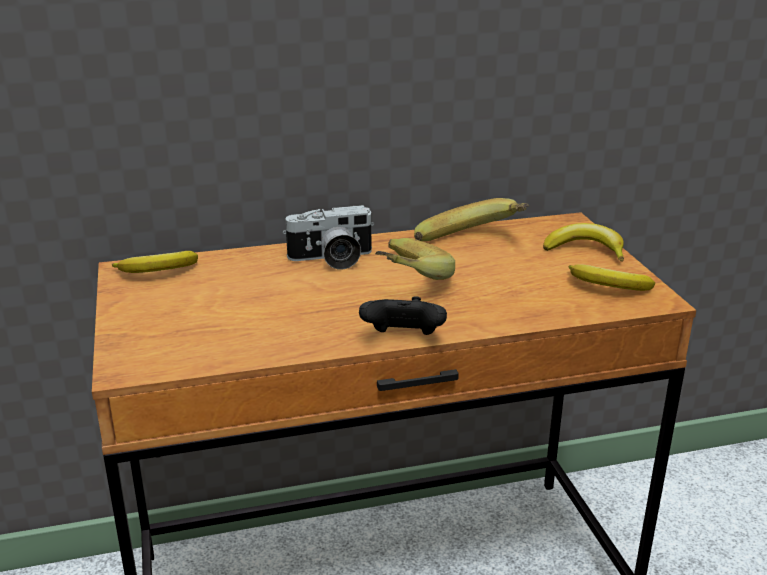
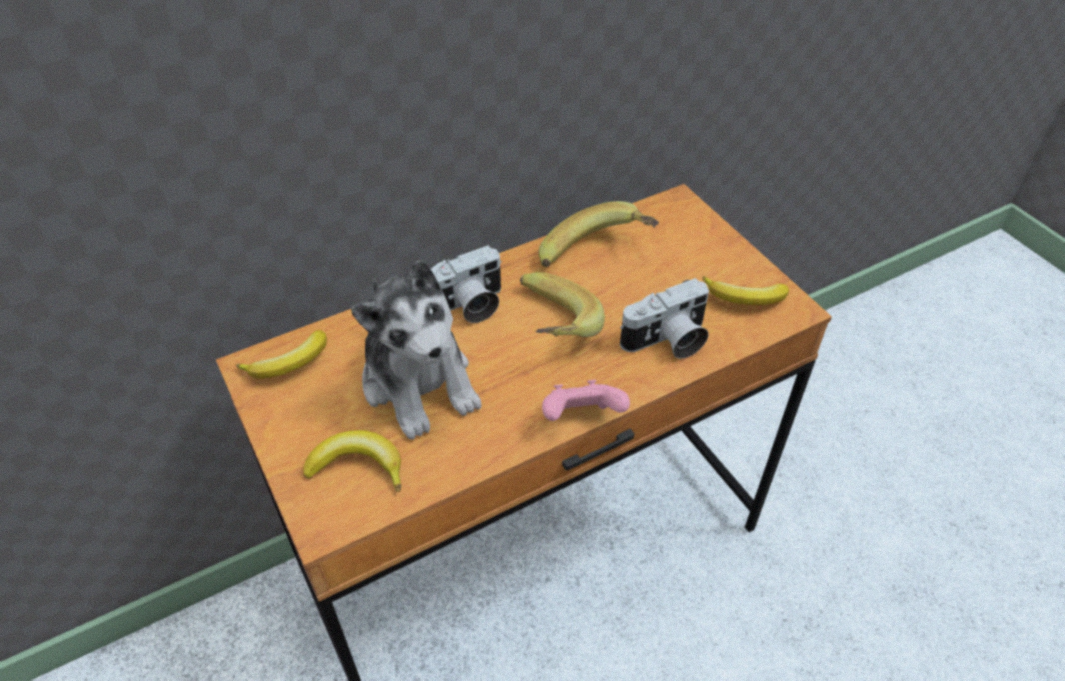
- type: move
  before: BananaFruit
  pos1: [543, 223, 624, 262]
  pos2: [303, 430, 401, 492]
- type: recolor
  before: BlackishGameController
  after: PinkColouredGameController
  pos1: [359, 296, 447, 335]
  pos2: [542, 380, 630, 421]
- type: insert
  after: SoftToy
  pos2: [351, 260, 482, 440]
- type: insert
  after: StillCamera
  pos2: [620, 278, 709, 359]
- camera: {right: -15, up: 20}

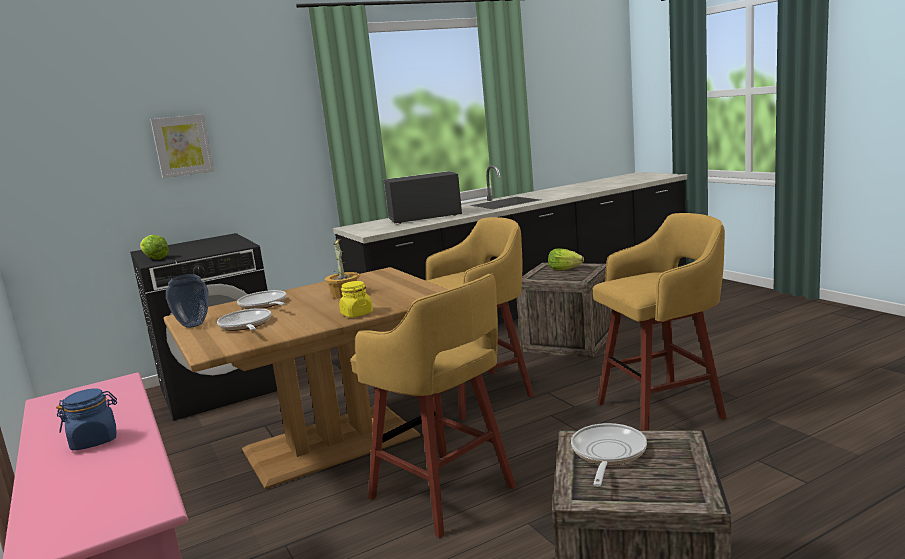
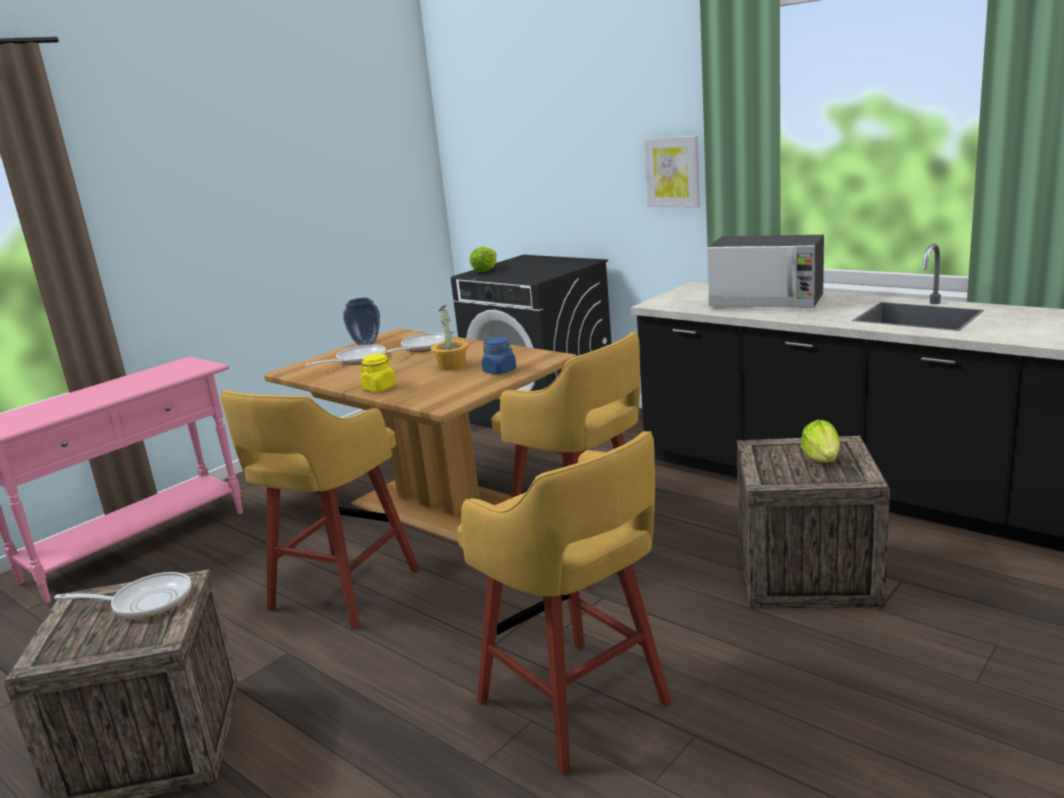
- type: move
  before: Picture
  pos1: [150, 114, 214, 178]
  pos2: [644, 136, 700, 208]
- type: rotate
  before: MicrowaveOven
  pos1: [384, 171, 462, 224]
  pos2: [707, 235, 824, 308]
  turn: 150
- type: move
  before: BlueColouredStorageJar
  pos1: [56, 388, 117, 450]
  pos2: [482, 337, 516, 374]
- camera: {right: 70, up: 5}

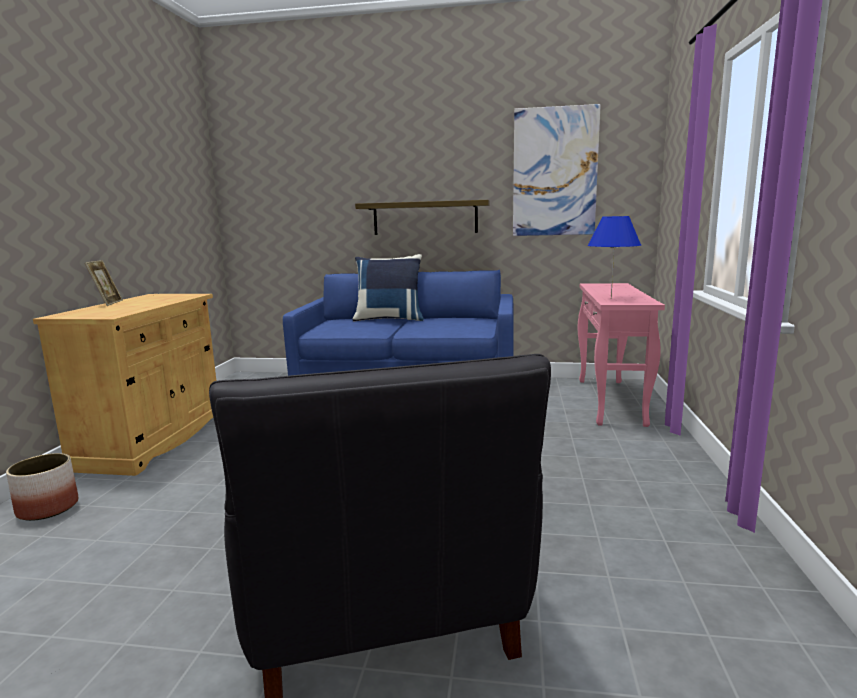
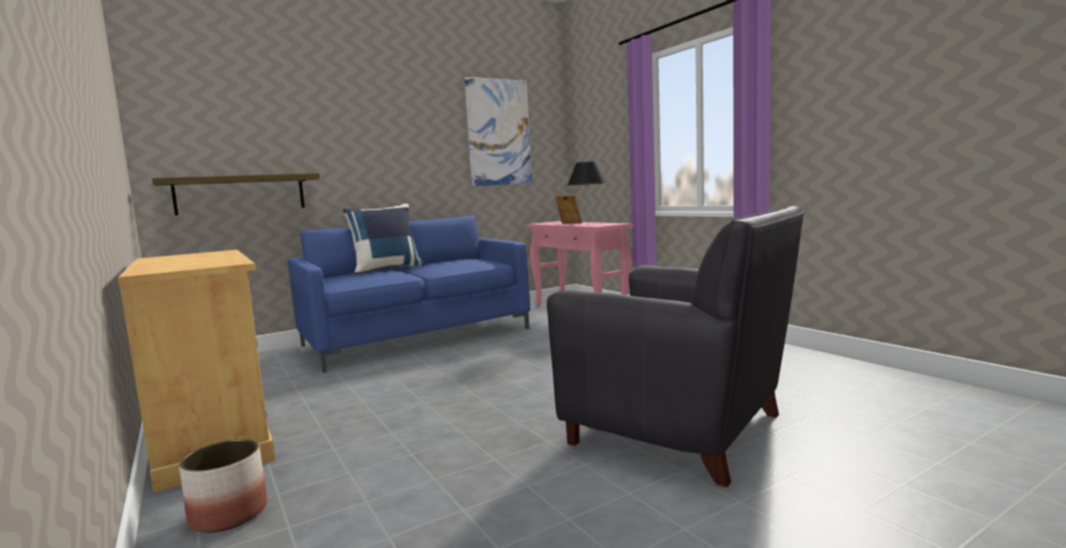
- type: move
  before: WallShelf
  pos1: [355, 200, 489, 235]
  pos2: [152, 173, 320, 215]
- type: recolor
  before: BlueColouredTabletopLamp
  after: BlackishTabletopLamp
  pos1: [587, 216, 641, 299]
  pos2: [568, 162, 606, 225]
- type: move
  before: StandingFrame
  pos1: [85, 260, 123, 306]
  pos2: [555, 194, 582, 224]
- camera: {right: -40, up: -5}

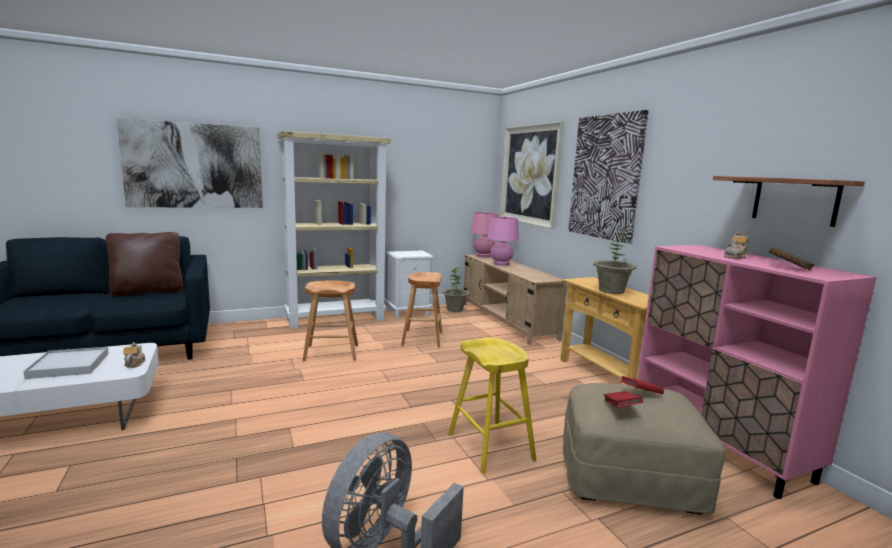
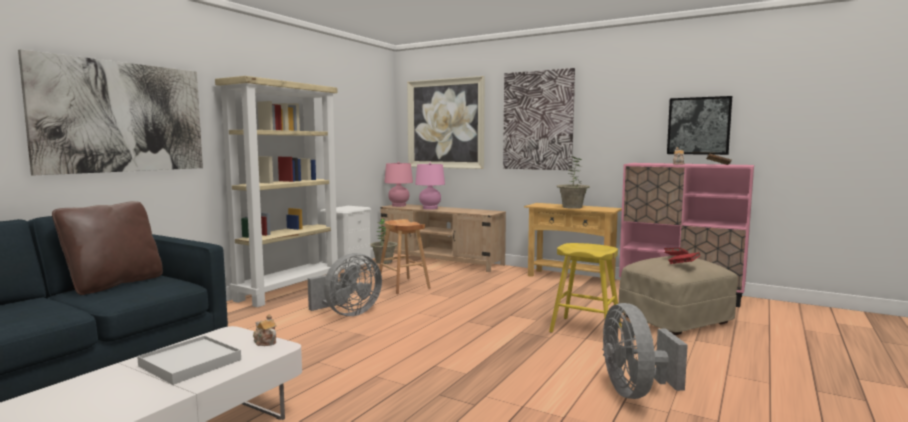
- type: replace
  before: WallShelf
  after: Picture
  pos1: [713, 176, 865, 227]
  pos2: [667, 96, 732, 155]
- type: replace
  before: BrownSittingStool
  after: GreyishFan
  pos1: [303, 280, 358, 361]
  pos2: [308, 253, 382, 316]
- camera: {right: -35, up: -5}

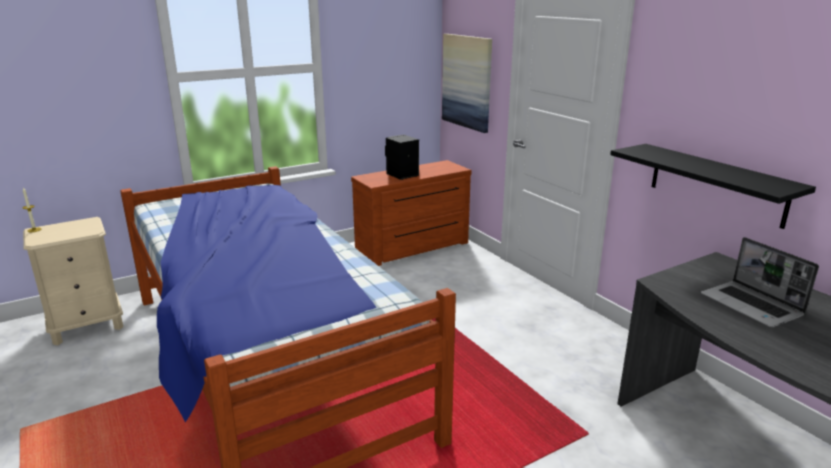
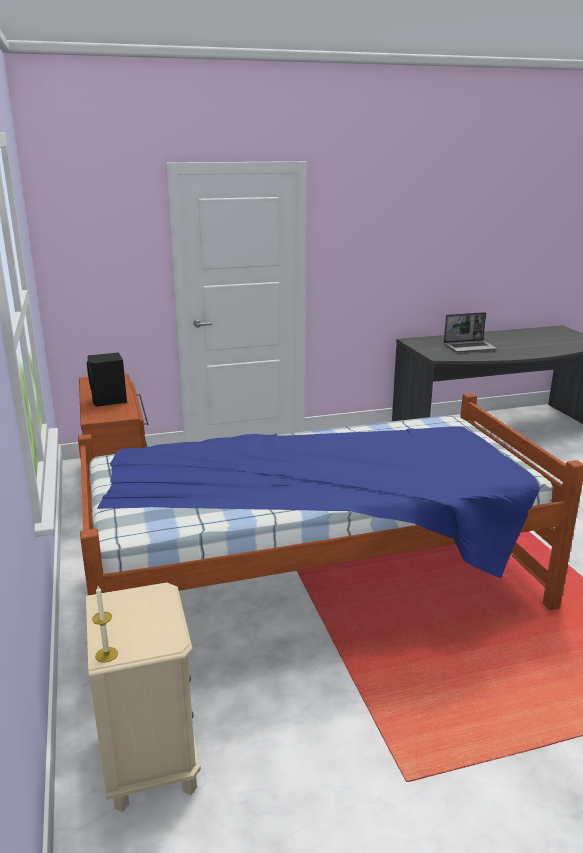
- type: delete
  before: Picture
  pos1: [442, 34, 492, 133]
- type: delete
  before: BlackishWallShelf
  pos1: [610, 144, 816, 229]
- camera: {right: -75, up: 0}

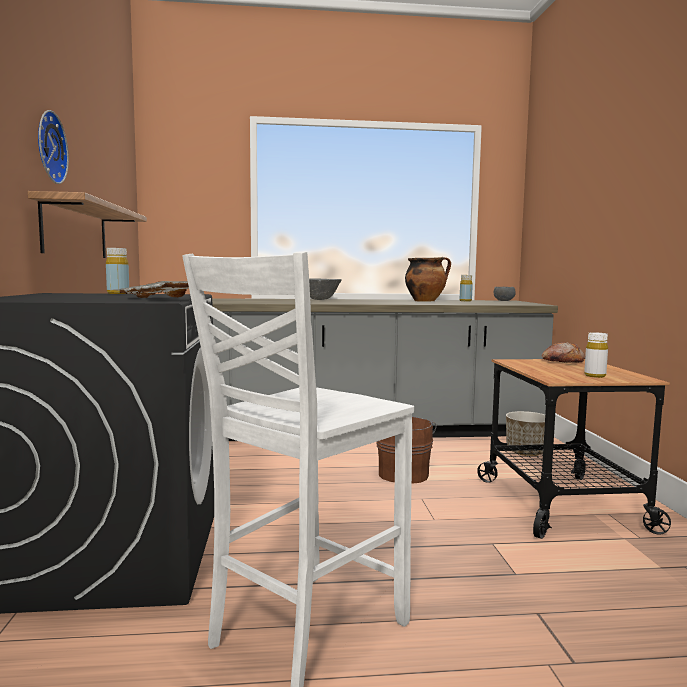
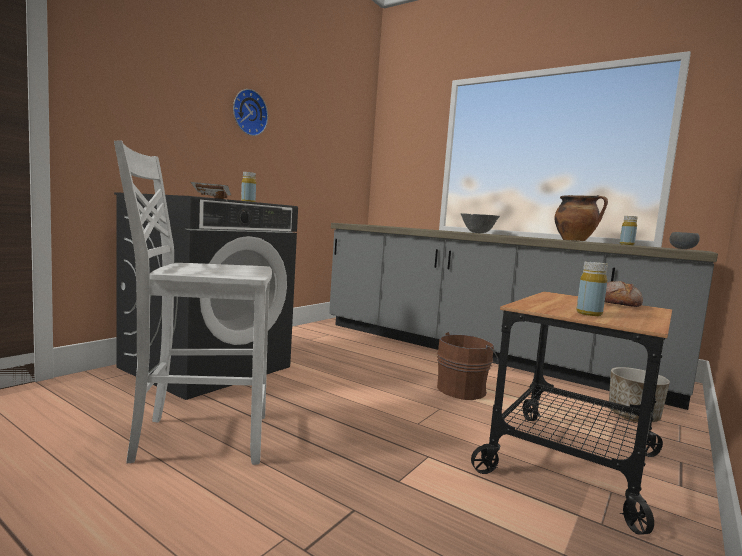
- type: delete
  before: WallShelf
  pos1: [28, 191, 147, 258]
- type: recolor
  before: WhiteDrinkBottle
  after: YellowColouredDrinkBottle
  pos1: [584, 332, 608, 378]
  pos2: [576, 262, 608, 316]
- camera: {right: 40, up: 0}

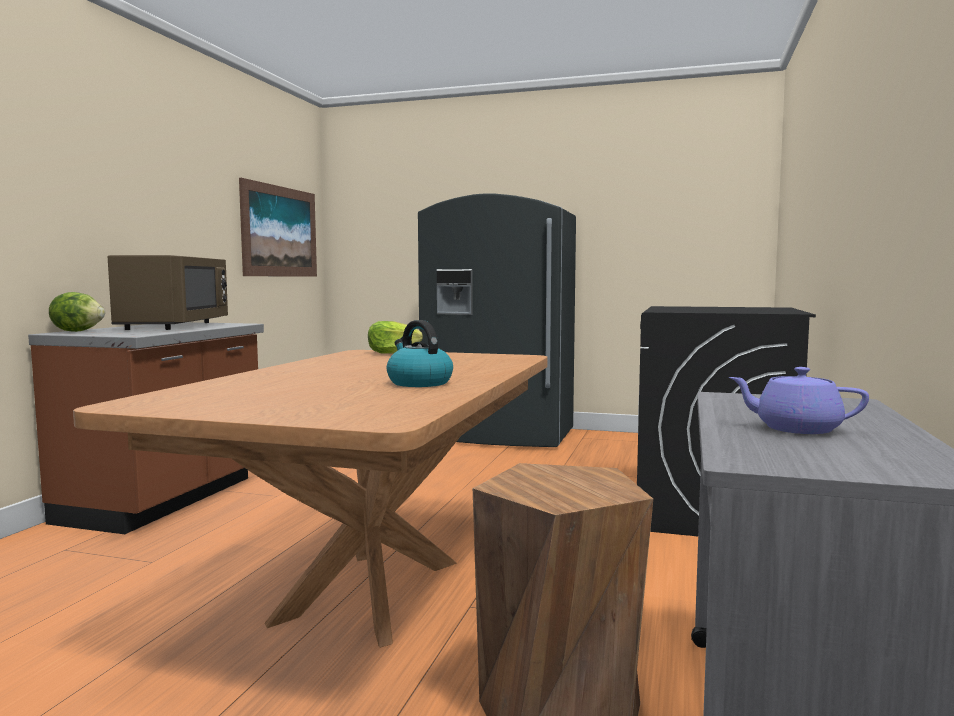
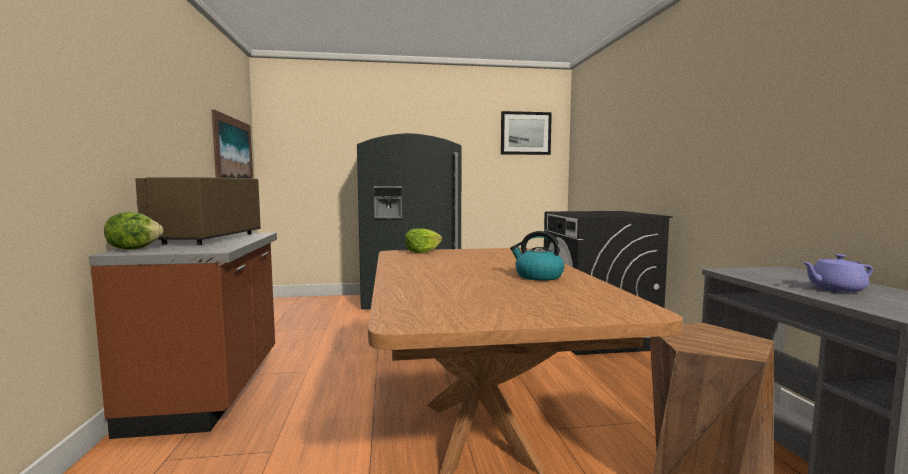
- type: rotate
  before: BrownMicrowaveOven
  pos1: [108, 255, 228, 330]
  pos2: [135, 177, 261, 245]
  turn: -150
- type: insert
  after: Picture
  pos2: [501, 111, 552, 155]
- camera: {right: -25, up: 0}

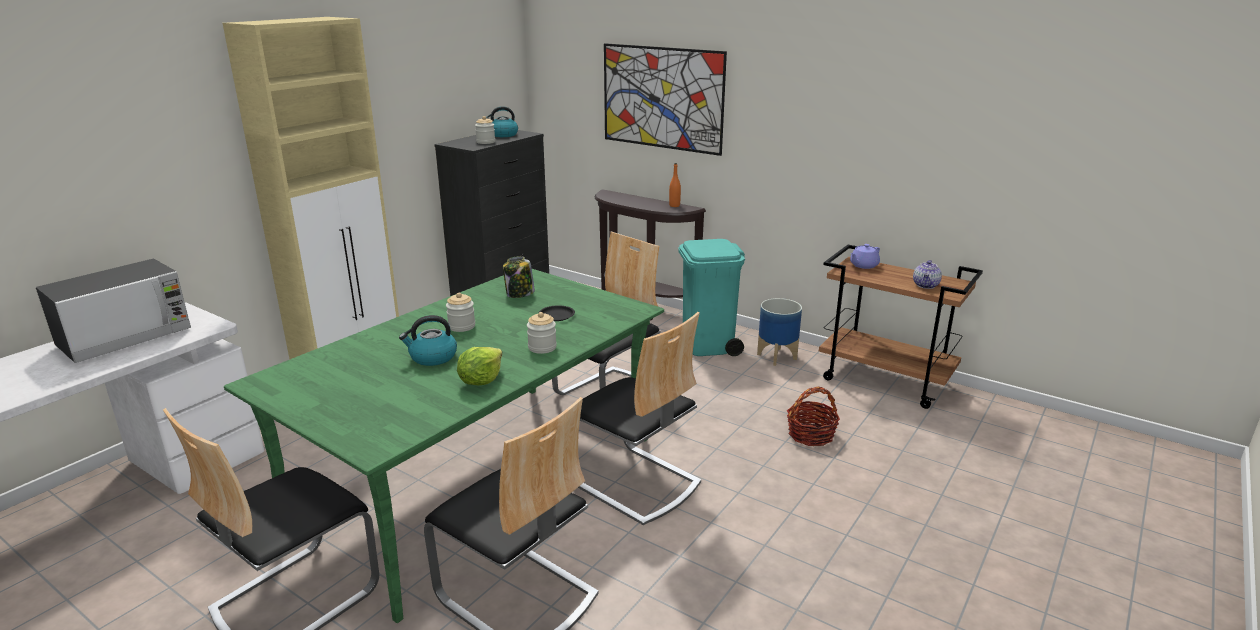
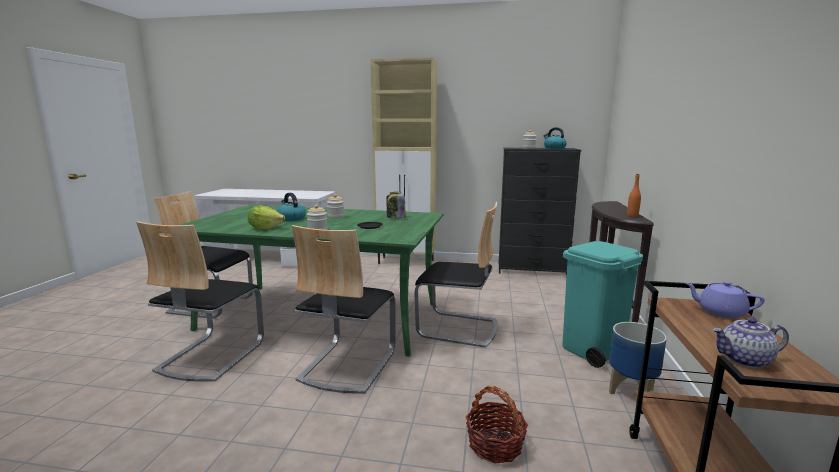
- type: delete
  before: Picture
  pos1: [604, 43, 727, 156]
- type: delete
  before: MicrowaveOven
  pos1: [36, 258, 191, 363]
- camera: {right: 65, up: -10}

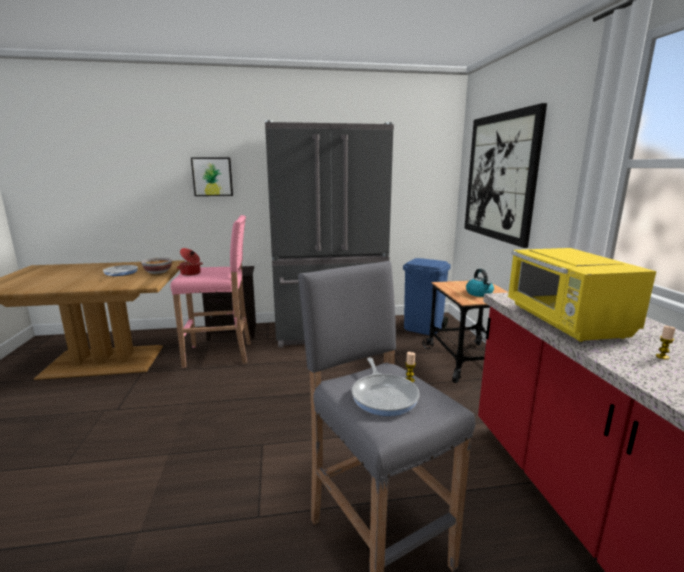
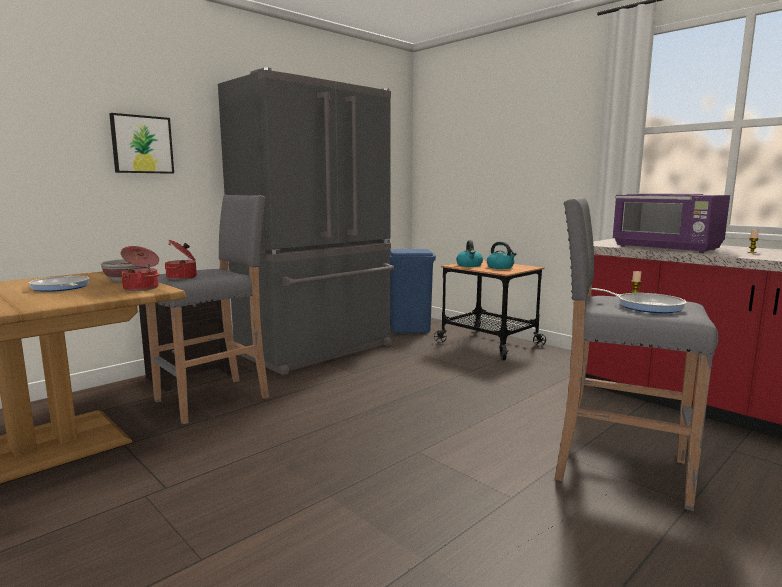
- type: delete
  before: Picture
  pos1: [464, 103, 547, 248]
- type: recolor
  before: PinkColouredSittingStool
  after: GreyishSittingStool
  pos1: [170, 215, 251, 368]
  pos2: [146, 195, 269, 424]
- type: recolor
  before: YellowColouredMicrowaveOven
  after: PurpleColouredMicrowaveOven
  pos1: [507, 248, 656, 342]
  pos2: [612, 193, 730, 253]
- type: insert
  after: WaterKettle
  pos2: [456, 240, 483, 267]
- type: insert
  after: Stockpot
  pos2: [121, 246, 160, 291]
- camera: {right: -35, up: -5}

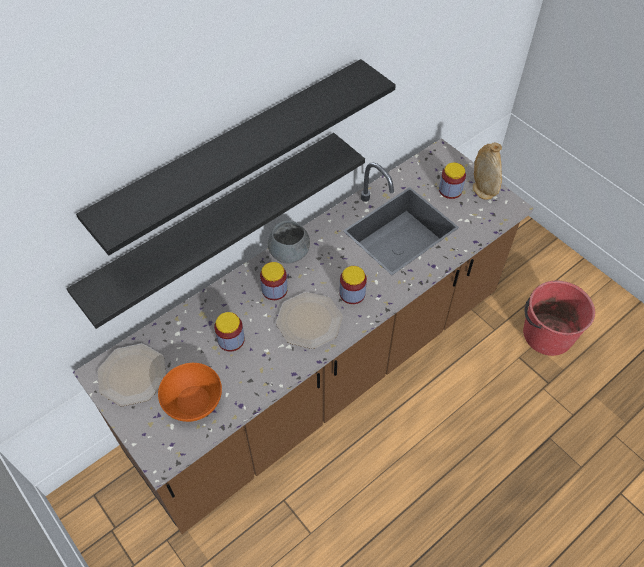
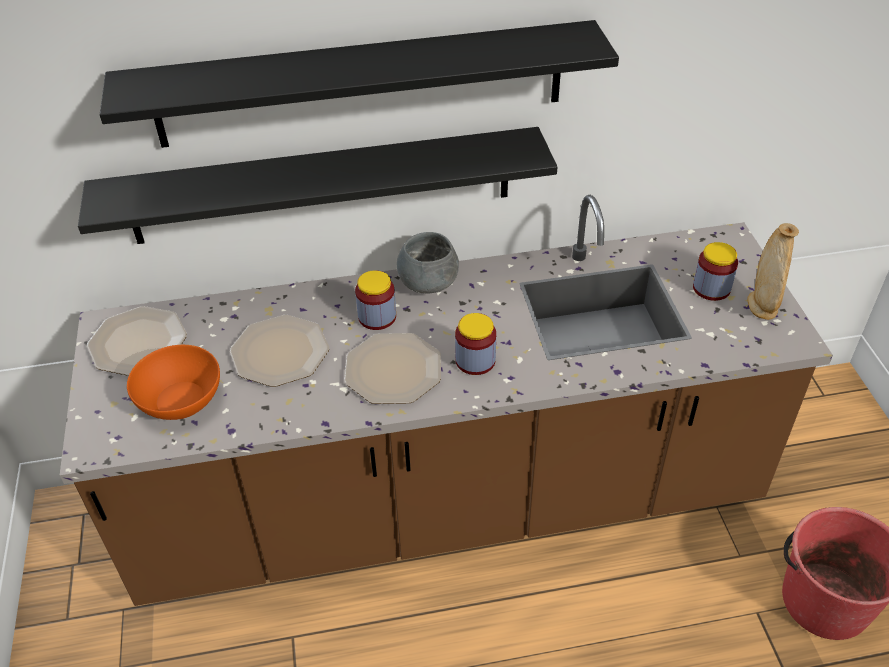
- type: replace
  before: StorageJar
  after: DinnerPlate
  pos1: [214, 312, 245, 351]
  pos2: [230, 315, 329, 387]
- camera: {right: 30, up: -10}

